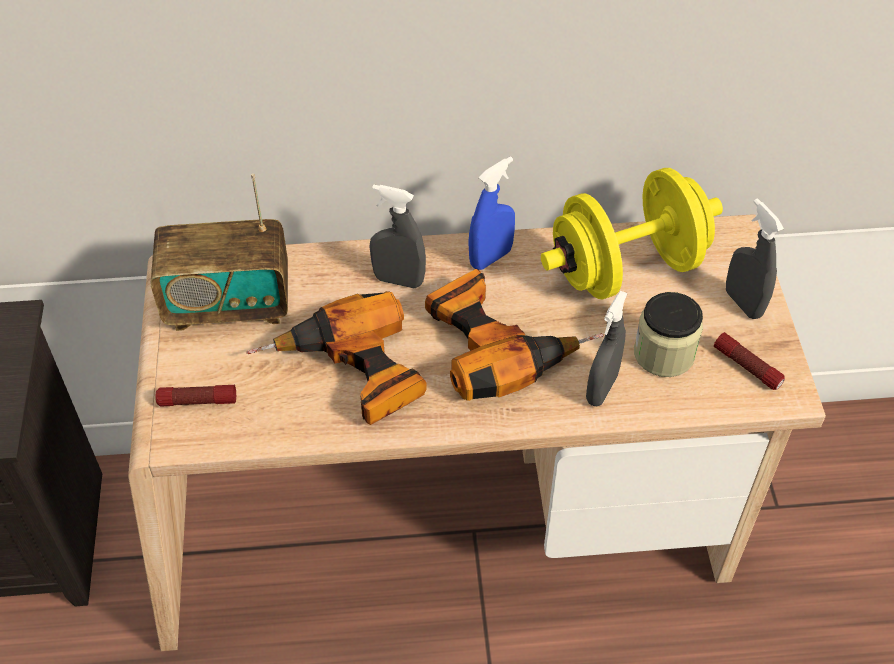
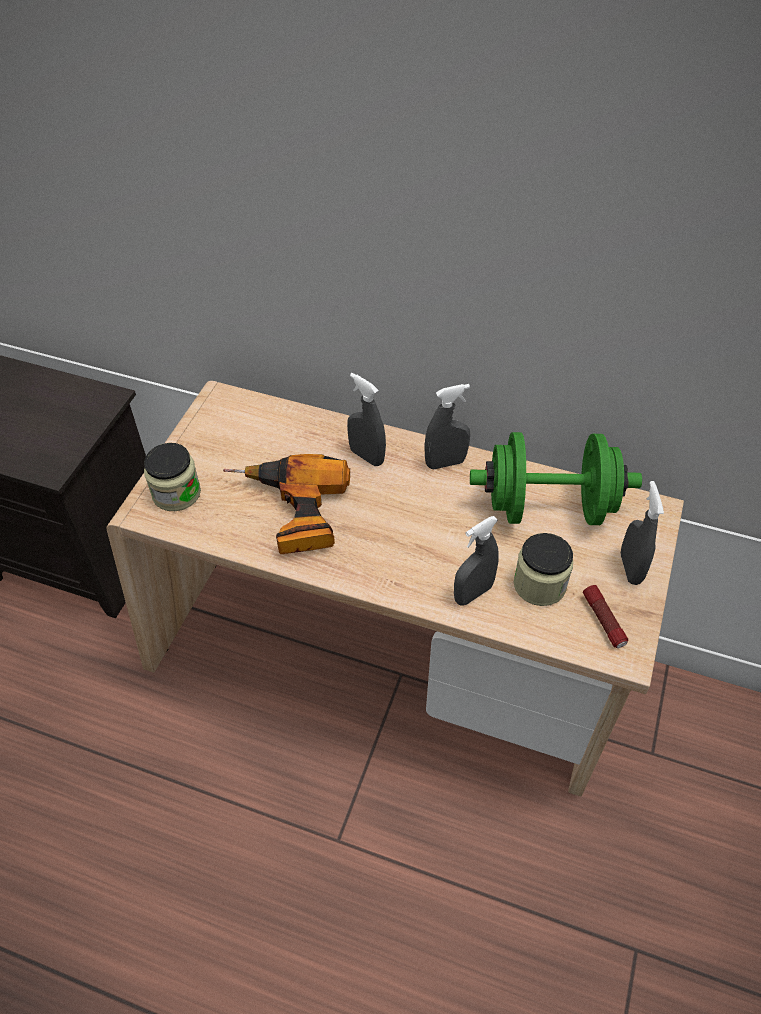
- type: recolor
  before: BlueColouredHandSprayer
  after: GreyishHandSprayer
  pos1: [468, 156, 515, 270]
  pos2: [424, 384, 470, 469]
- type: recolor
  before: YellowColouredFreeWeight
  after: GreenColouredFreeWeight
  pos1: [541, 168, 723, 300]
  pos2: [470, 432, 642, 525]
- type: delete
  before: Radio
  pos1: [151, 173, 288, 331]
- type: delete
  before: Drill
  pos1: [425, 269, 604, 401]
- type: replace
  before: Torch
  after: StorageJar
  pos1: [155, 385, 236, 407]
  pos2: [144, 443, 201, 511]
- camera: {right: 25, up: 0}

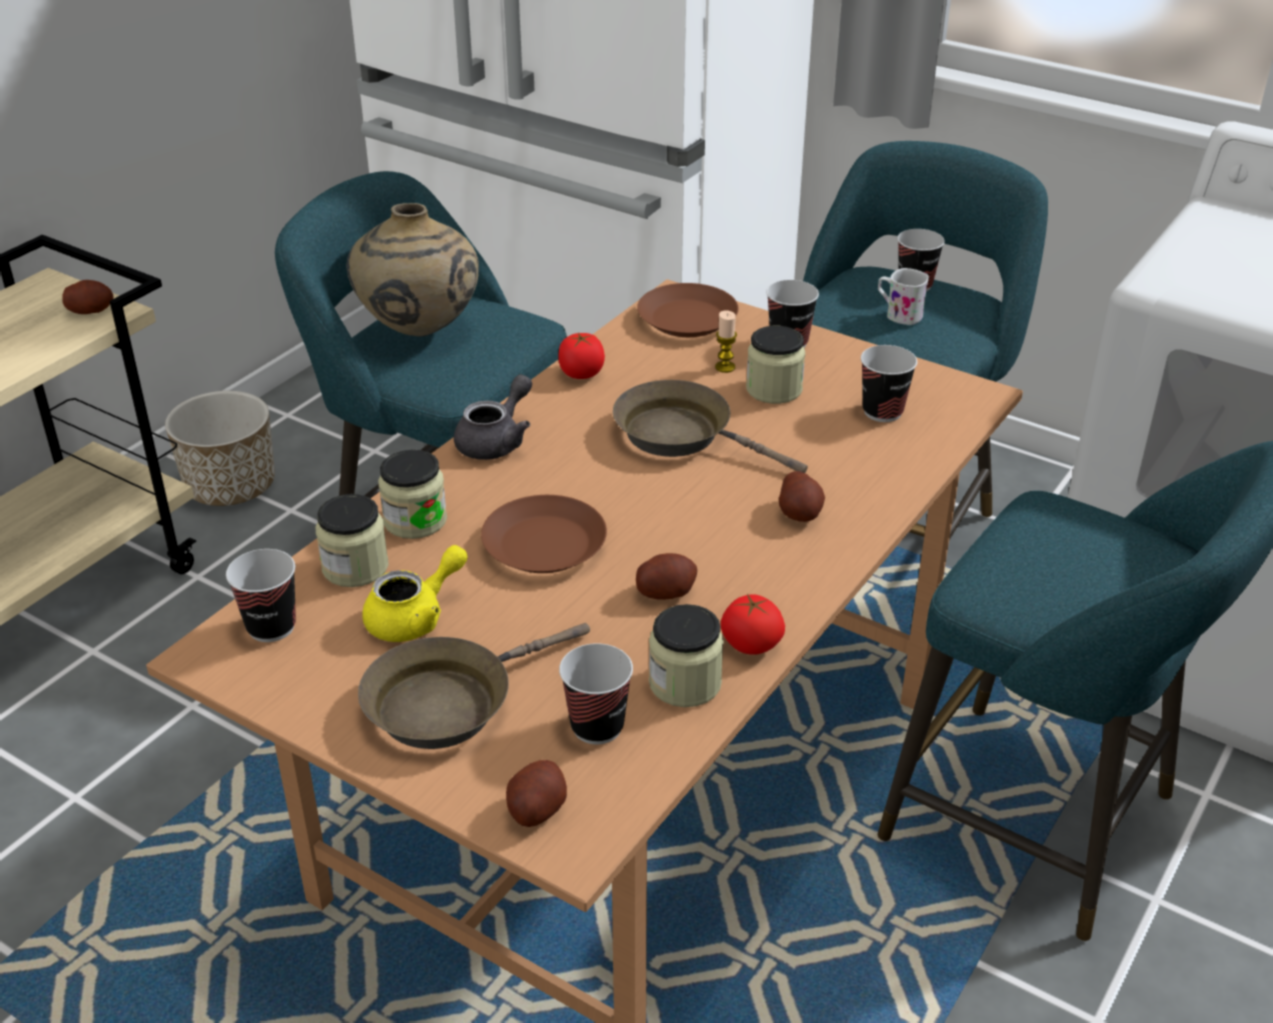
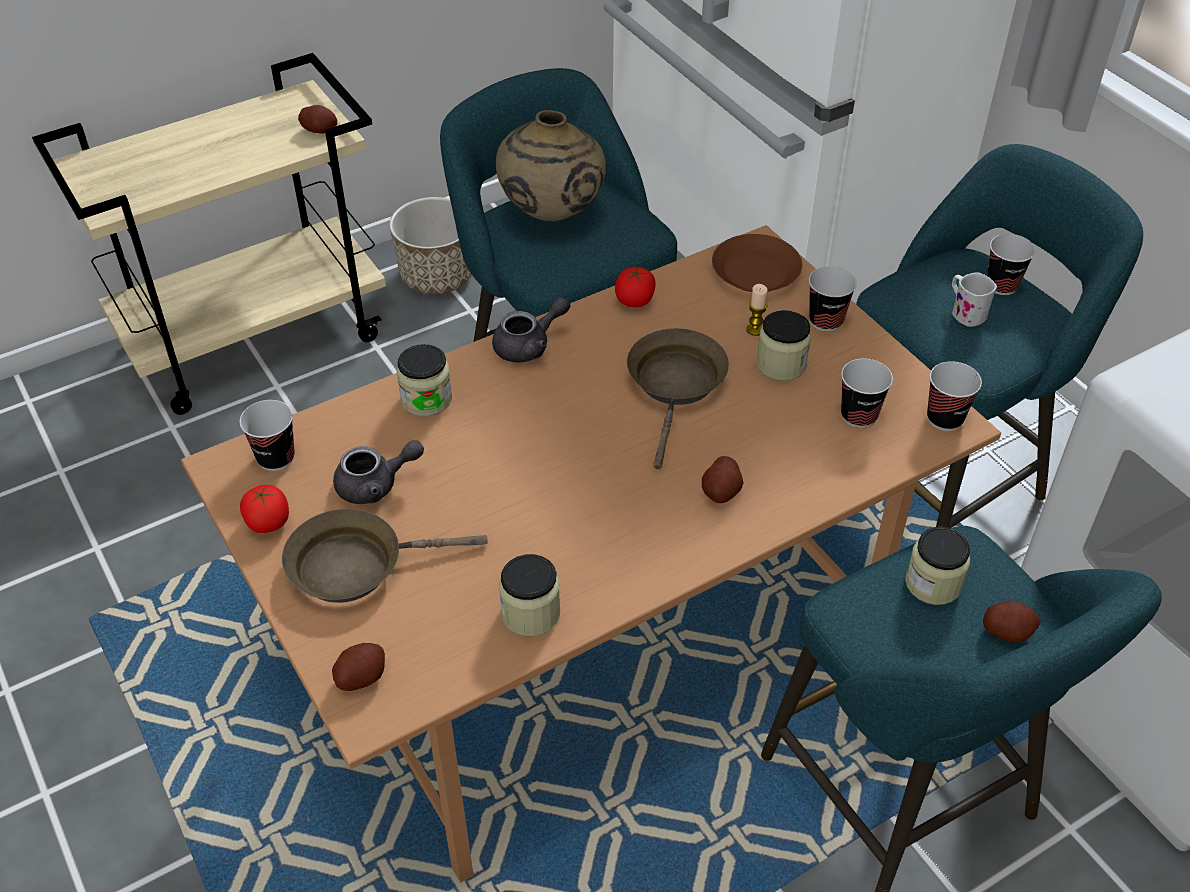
- type: rotate
  before: BrownPan
  pos1: [613, 380, 808, 473]
  pos2: [627, 328, 729, 469]
  turn: 45
- type: move
  before: StorageJar
  pos1: [316, 494, 389, 587]
  pos2: [905, 527, 970, 605]
- type: delete
  before: BrownDinnerPlate
  pos1: [481, 495, 607, 573]
- type: recolor
  before: YellowColouredTeaPot
  after: GreyishTeaPot
  pos1: [362, 545, 468, 642]
  pos2: [333, 440, 424, 504]
- type: move
  before: WholePotato
  pos1: [636, 553, 697, 600]
  pos2: [983, 601, 1040, 642]
- type: move
  before: Tomato
  pos1: [721, 594, 785, 655]
  pos2: [240, 485, 289, 533]
- type: move
  before: DrinkingCup
  pos1: [559, 643, 633, 744]
  pos2: [927, 361, 982, 431]
- camera: {right: 25, up: 10}

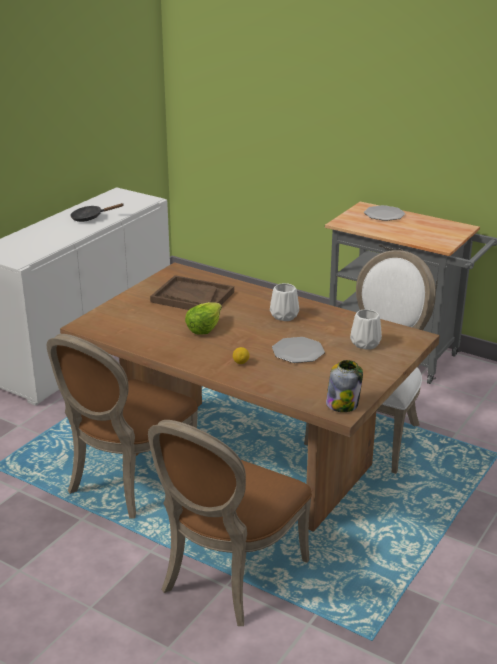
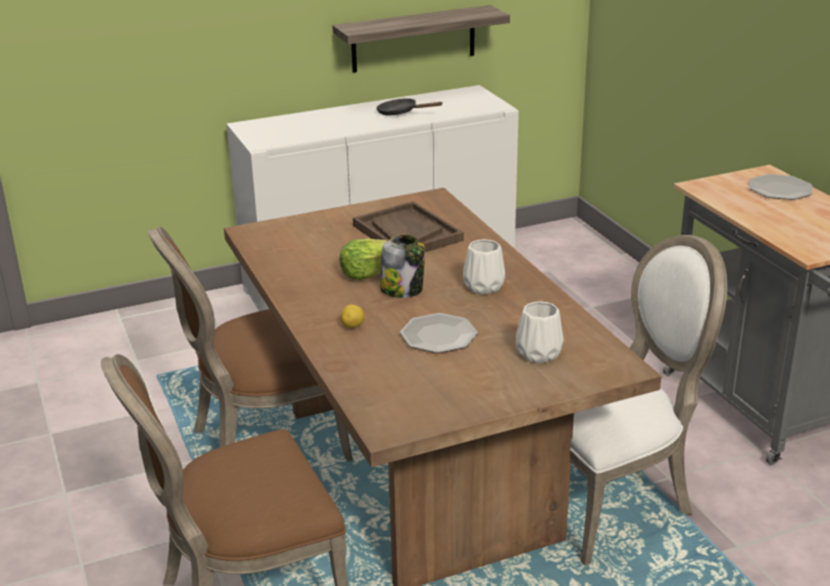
- type: move
  before: StorageJar
  pos1: [326, 360, 363, 412]
  pos2: [380, 234, 425, 298]
- type: insert
  after: WallShelf
  pos2: [332, 5, 510, 73]
- camera: {right: 35, up: 0}

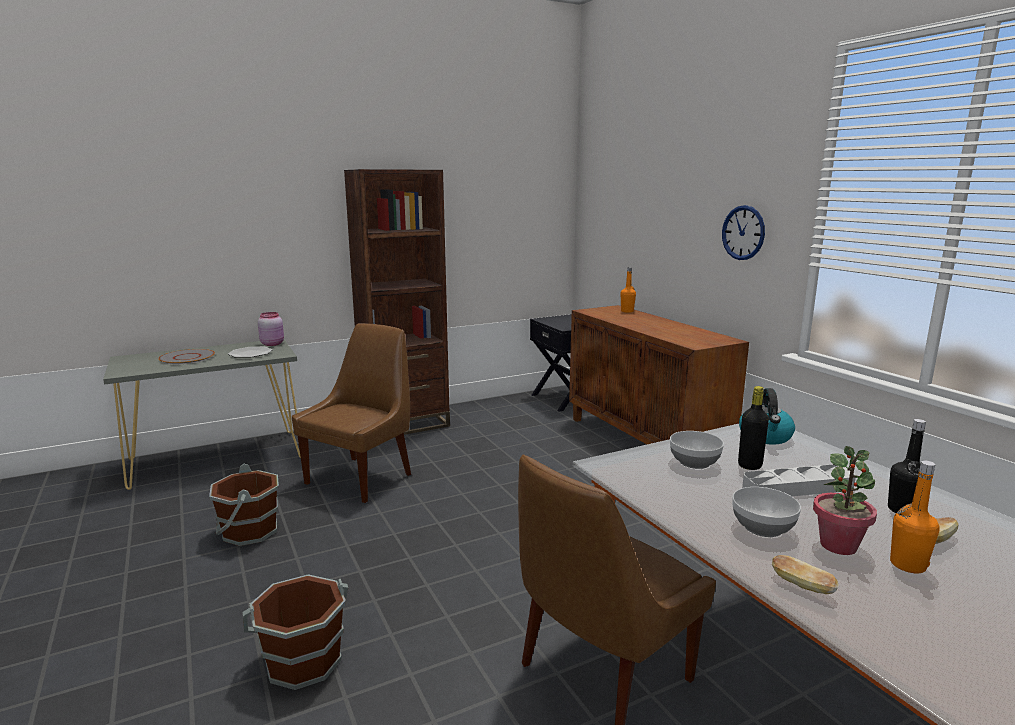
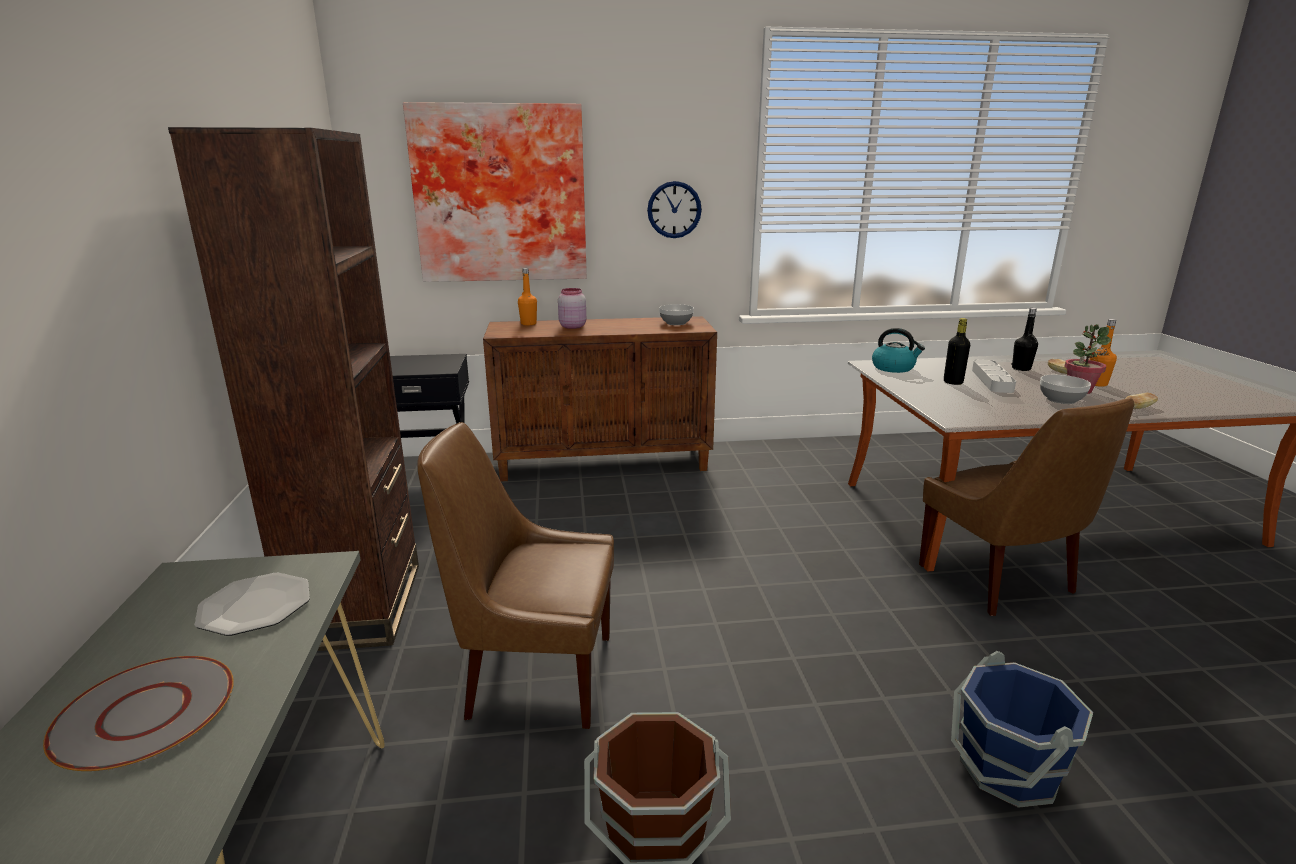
- type: move
  before: PinkColouredStorageJar
  pos1: [258, 312, 284, 346]
  pos2: [558, 288, 586, 329]
- type: rotate
  before: BrownUprightChair
  pos1: [292, 323, 411, 503]
  pos2: [417, 422, 614, 729]
  turn: -45
- type: move
  before: Bowl
  pos1: [670, 431, 724, 469]
  pos2: [659, 304, 694, 325]
- type: recolor
  before: BrownPail
  after: BlueColouredPail
  pos1: [242, 574, 348, 690]
  pos2: [951, 651, 1093, 808]
- type: insert
  after: Picture
  pos2: [403, 102, 587, 282]
- camera: {right: -70, up: 5}

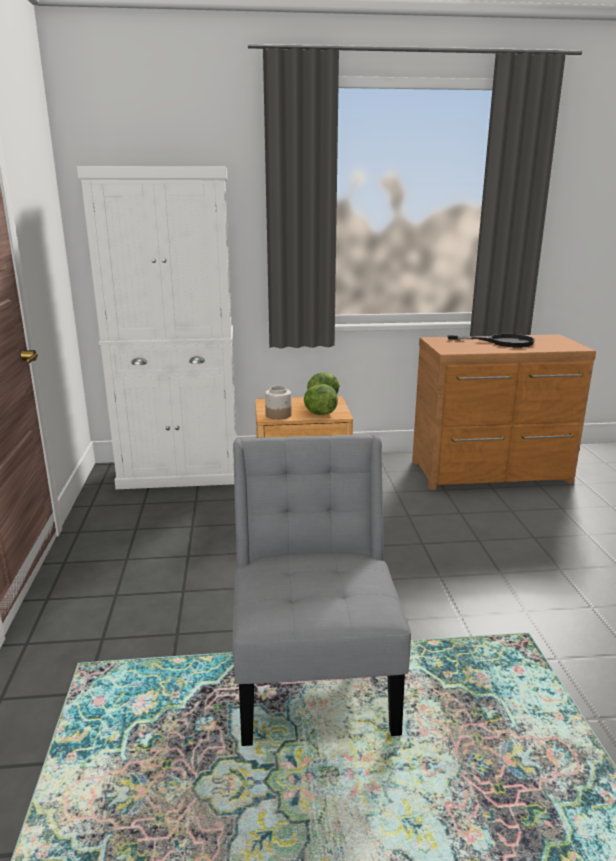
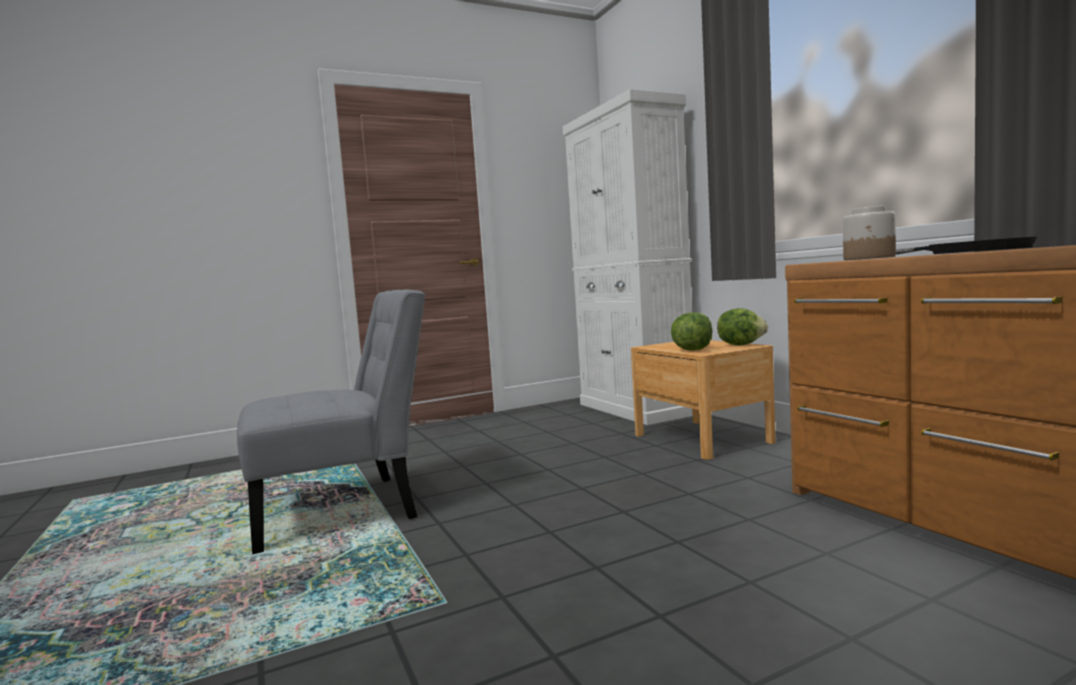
- type: move
  before: StorageJar
  pos1: [265, 386, 292, 420]
  pos2: [843, 206, 896, 260]
- camera: {right: 70, up: -15}

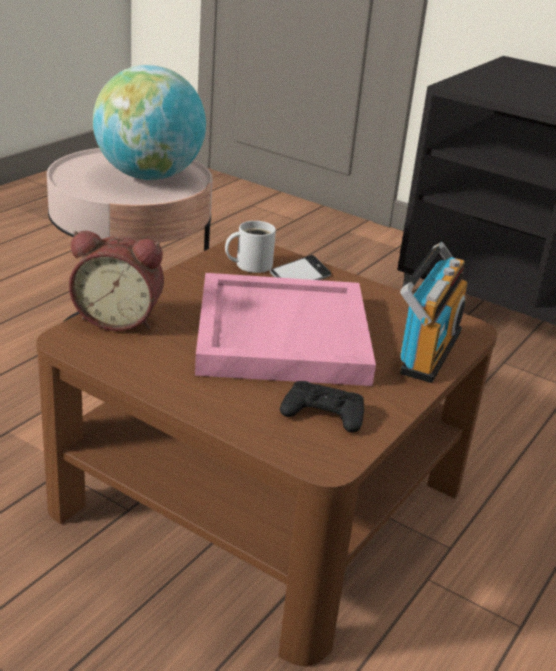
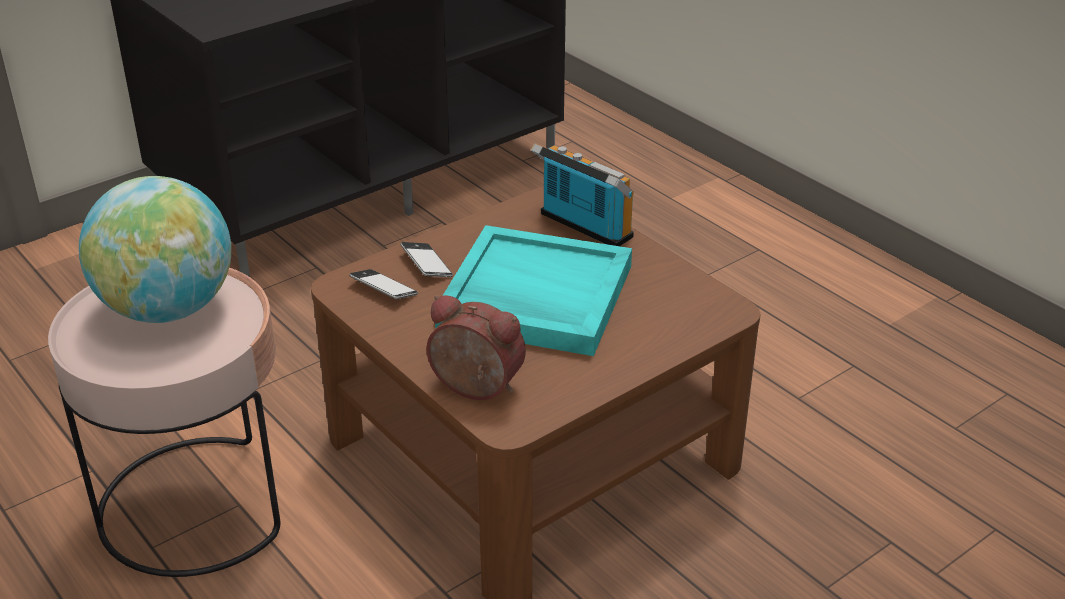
- type: replace
  before: WhiteCoffeeMug
  after: Handset
  pos1: [225, 221, 276, 273]
  pos2: [349, 269, 418, 299]
- type: rotate
  before: AlarmClock
  pos1: [69, 231, 164, 331]
  pos2: [426, 295, 526, 400]
  turn: -90
- type: recolor
  before: PinkColouredCarryingTray
  after: BlueGreenCarryingTray
  pos1: [195, 273, 376, 386]
  pos2: [435, 225, 632, 356]
- type: delete
  before: BlackishGameController
  pos1: [280, 381, 364, 433]
- camera: {right: -70, up: 5}

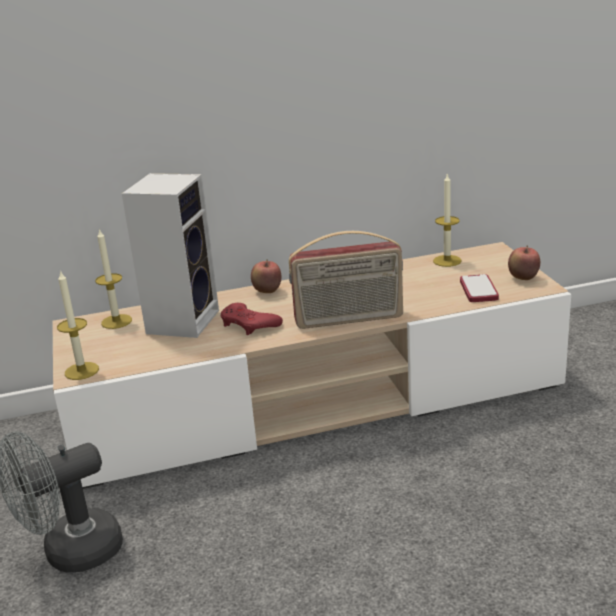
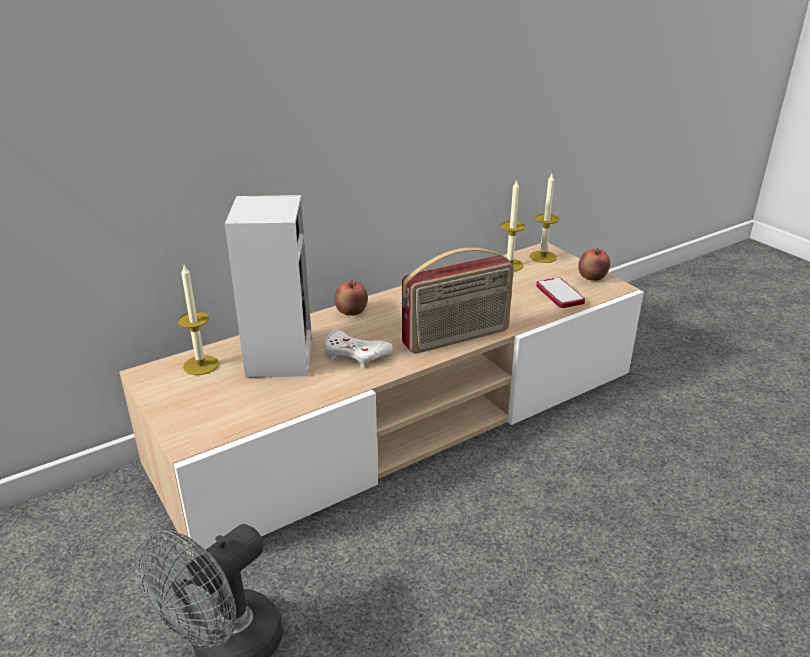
- type: move
  before: WaxLight
  pos1: [57, 270, 99, 380]
  pos2: [530, 174, 559, 263]
- type: recolor
  before: ReddishGameController
  after: WhiteGameController
  pos1: [221, 303, 283, 335]
  pos2: [324, 330, 393, 367]
- camera: {right: -20, up: 5}

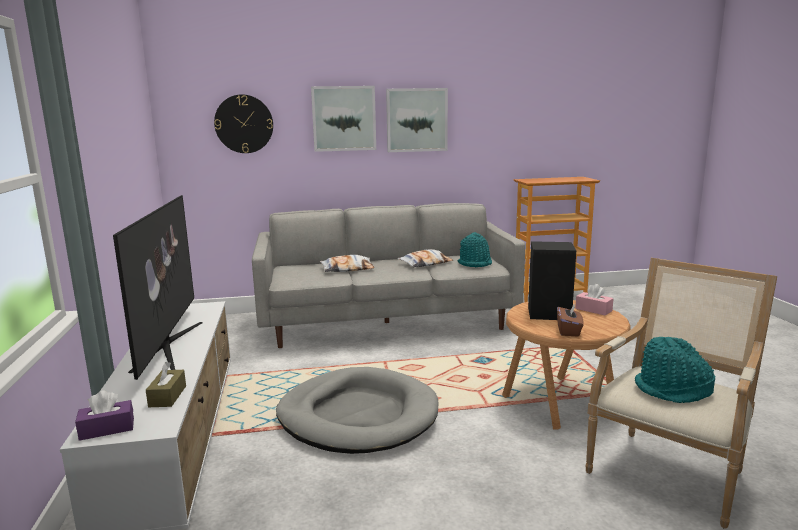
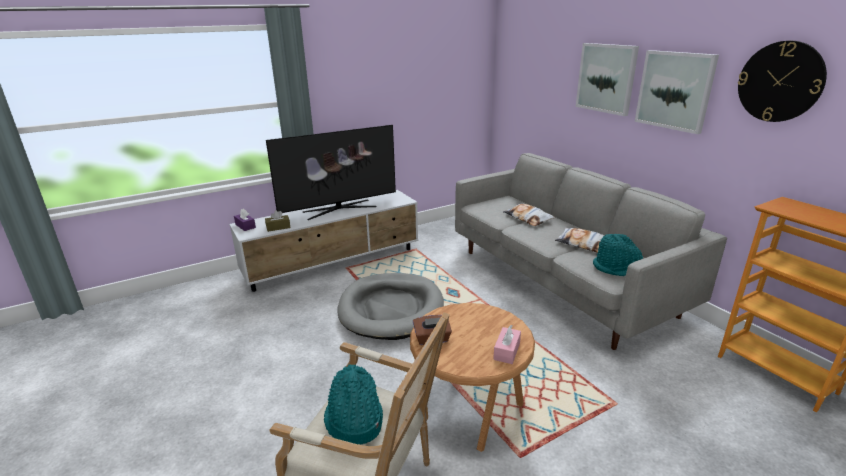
- type: move
  before: WallClock
  pos1: [214, 94, 273, 153]
  pos2: [738, 41, 827, 122]
- type: delete
  before: BlackishLoudspeaker
  pos1: [528, 241, 576, 320]
- camera: {right: 70, up: 10}

